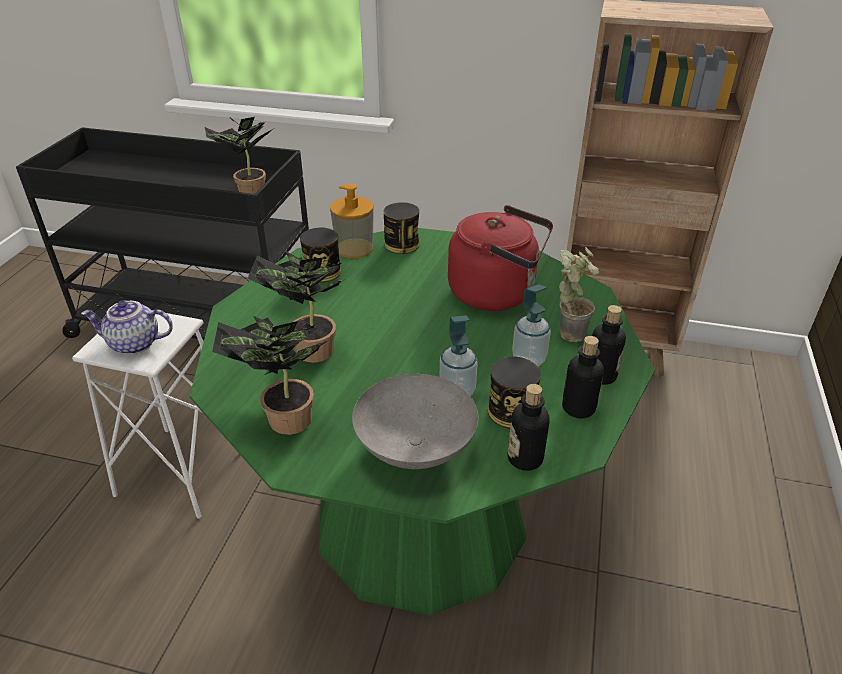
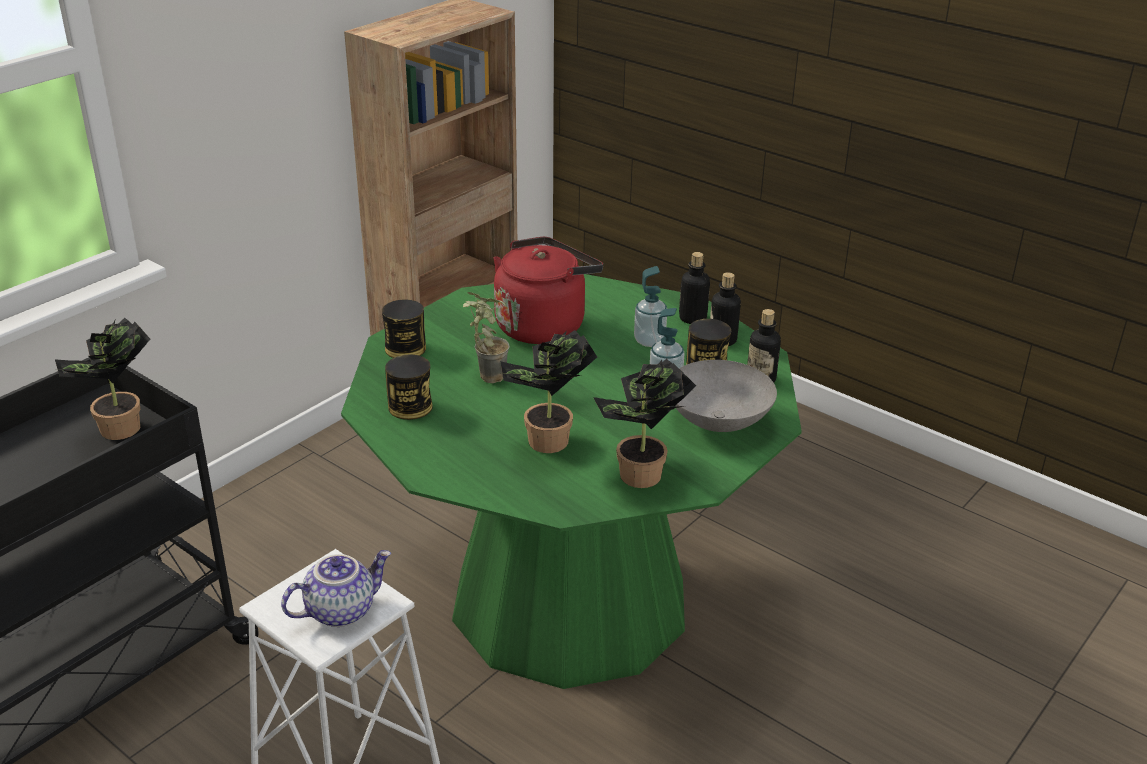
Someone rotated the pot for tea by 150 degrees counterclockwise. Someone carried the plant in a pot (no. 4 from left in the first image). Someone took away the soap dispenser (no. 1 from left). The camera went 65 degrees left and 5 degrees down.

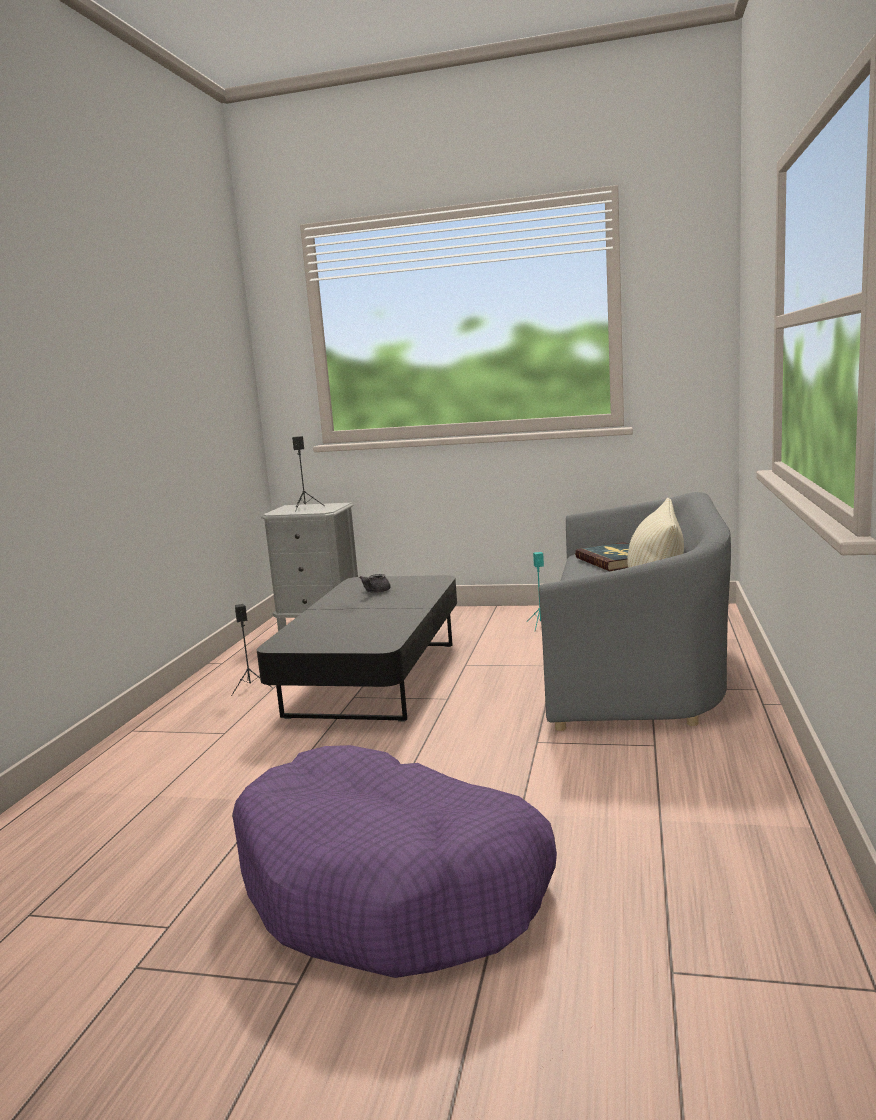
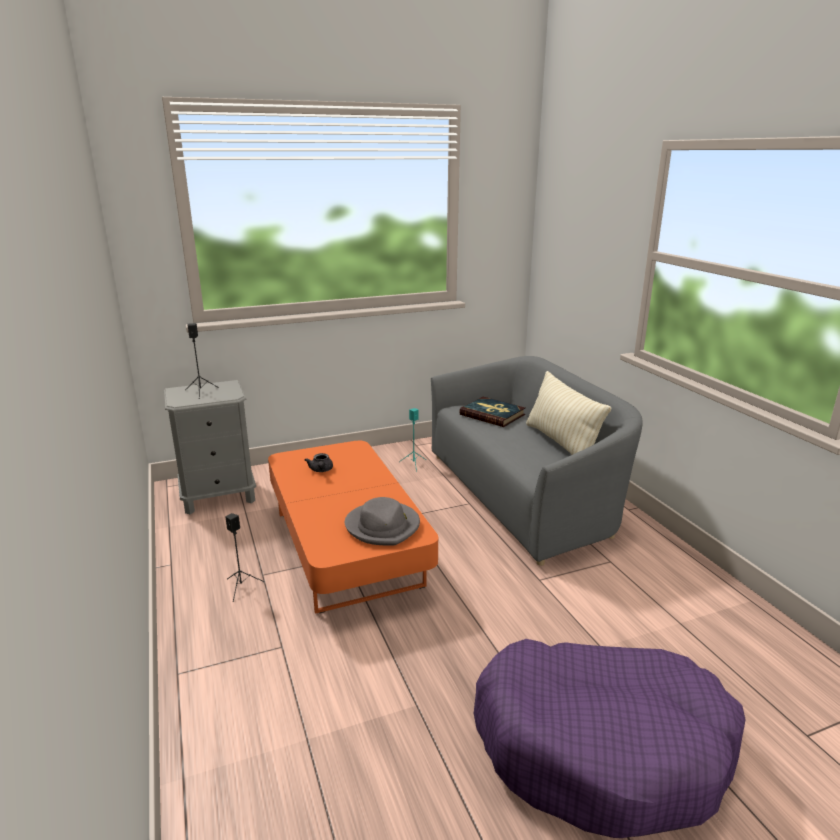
Someone repainted the blackish coffee table, which became the orange-coloured coffee table. Someone put down the grey clothing hat. The camera went 35 degrees left and 10 degrees up.

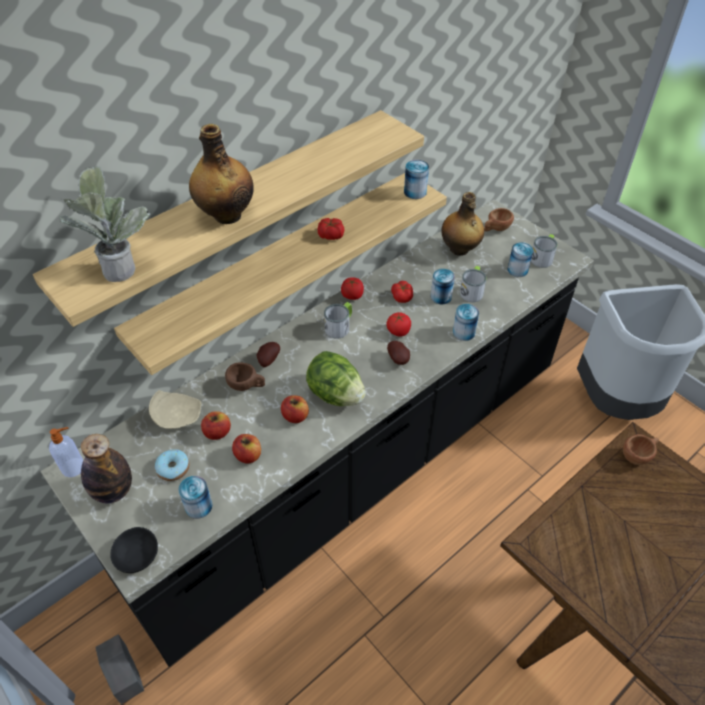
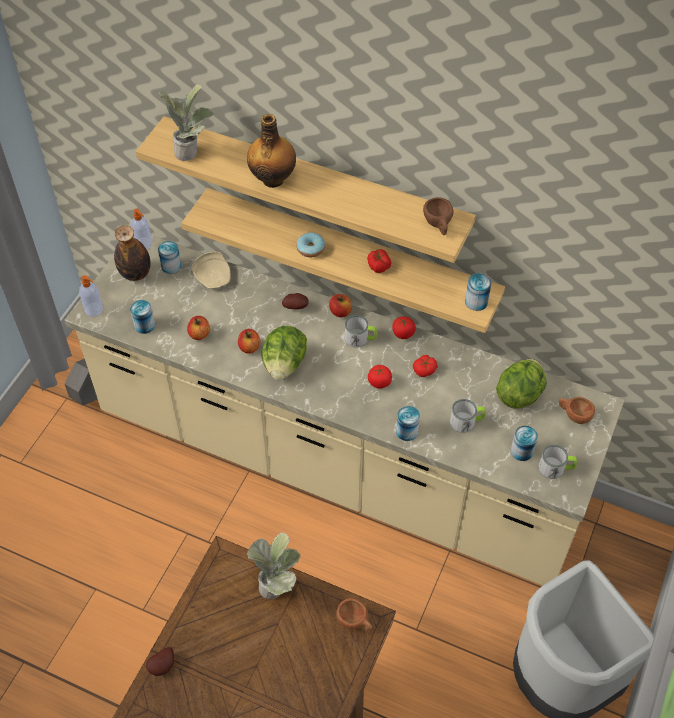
Someone repainted the blackish kitchen base unit, which became the sand-coloured kitchen base unit. Someone swapped the blackish bowl for the soap dispenser (no. 1 from left). Someone carried the spud (no. 2 from left in the first image). Someone carried the sealed can (no. 3 from left in the first image). Someone put down the plant in a pot (no. 2 from left). Someone carried the donut. Someone carried the whole apple (no. 1 from left in the first image). Someone carried the brown-coloured cup (no. 1 from left in the first image). Someone swapped the bottle (no. 3 from left) for the head of lettuce (no. 2 from left). The camera went 65 degrees right and 5 degrees up.

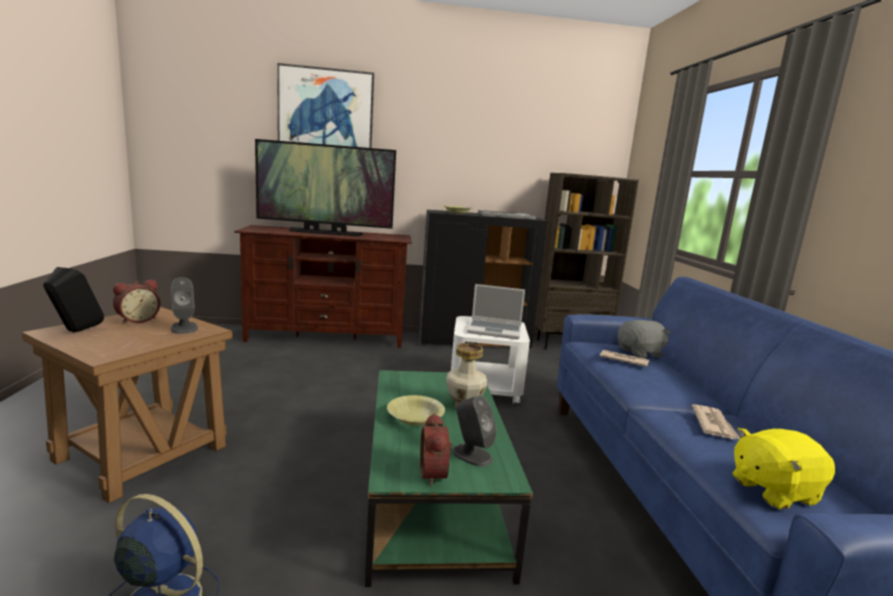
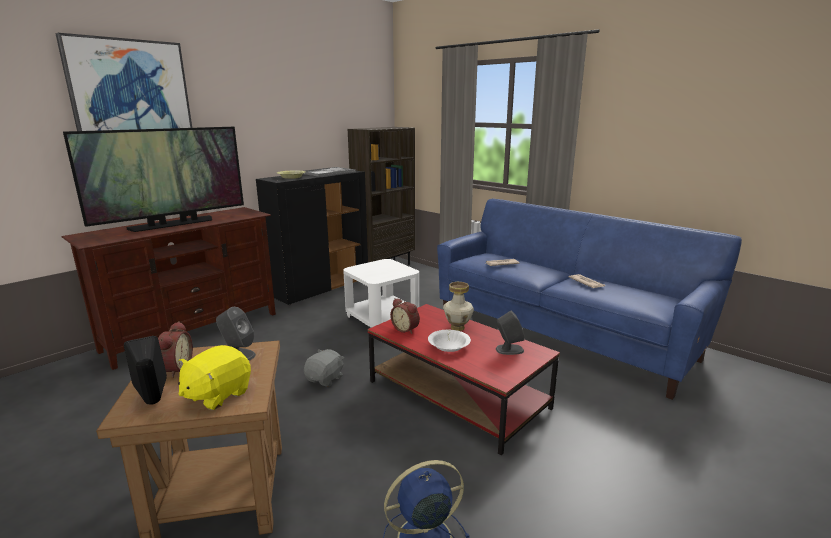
Someone carried the yellow plush toy. Someone carried the grey plush toy. Someone repainted the greenish coffee table, which became the reddish coffee table. Someone carried the alarm clock (no. 2 from left). Someone repainted the yellow bowl (no. 1 from left), which became the white-coloured bowl. Someone took away the notebook computer. The camera went 40 degrees left and 5 degrees up.

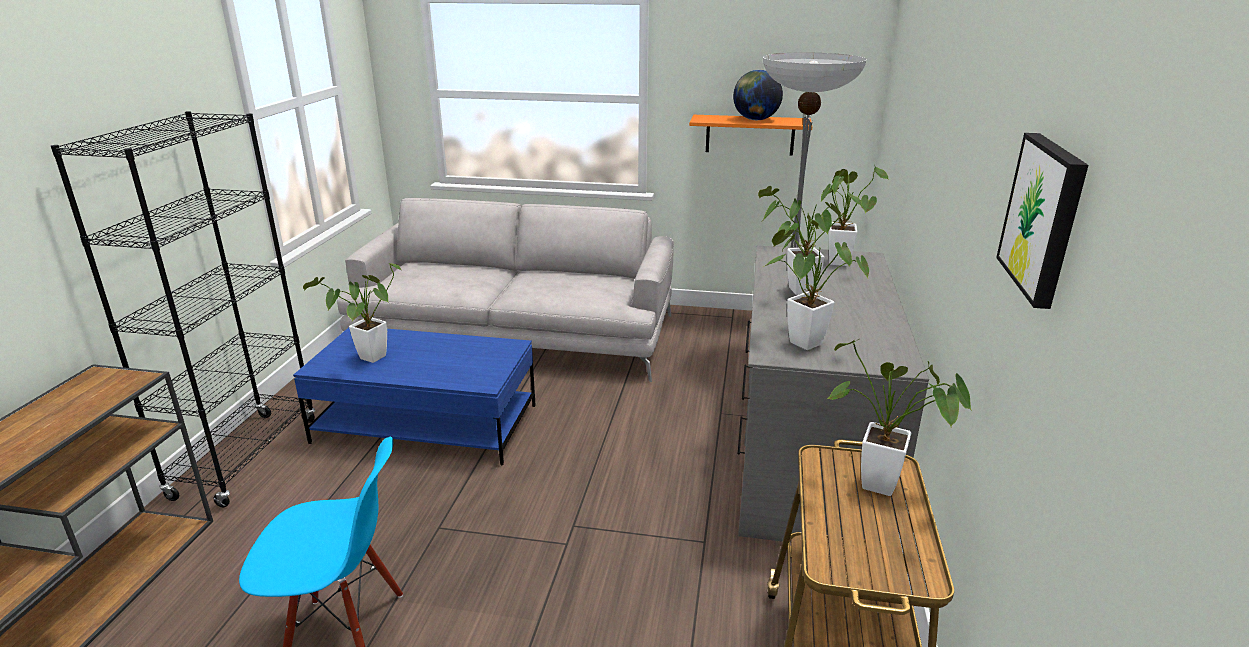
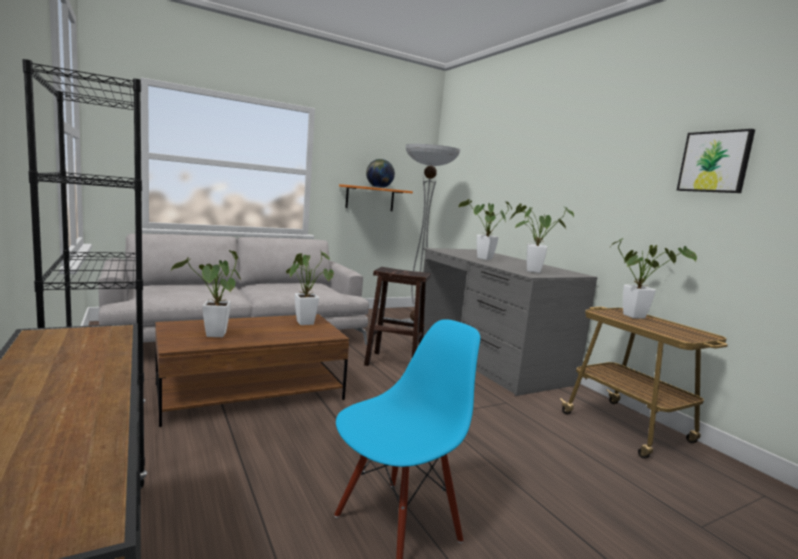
Someone repainted the blue-coloured coffee table, which became the brown-coloured coffee table. Someone carried the plant in a pot (no. 4 from left in the first image). Someone put down the brown-coloured stool seat. The camera went 40 degrees left and 15 degrees down.

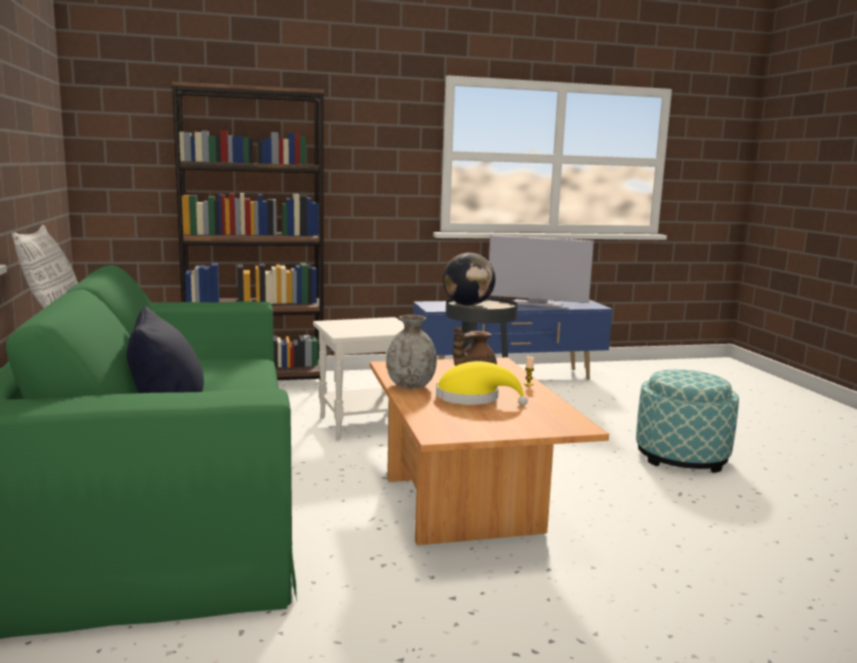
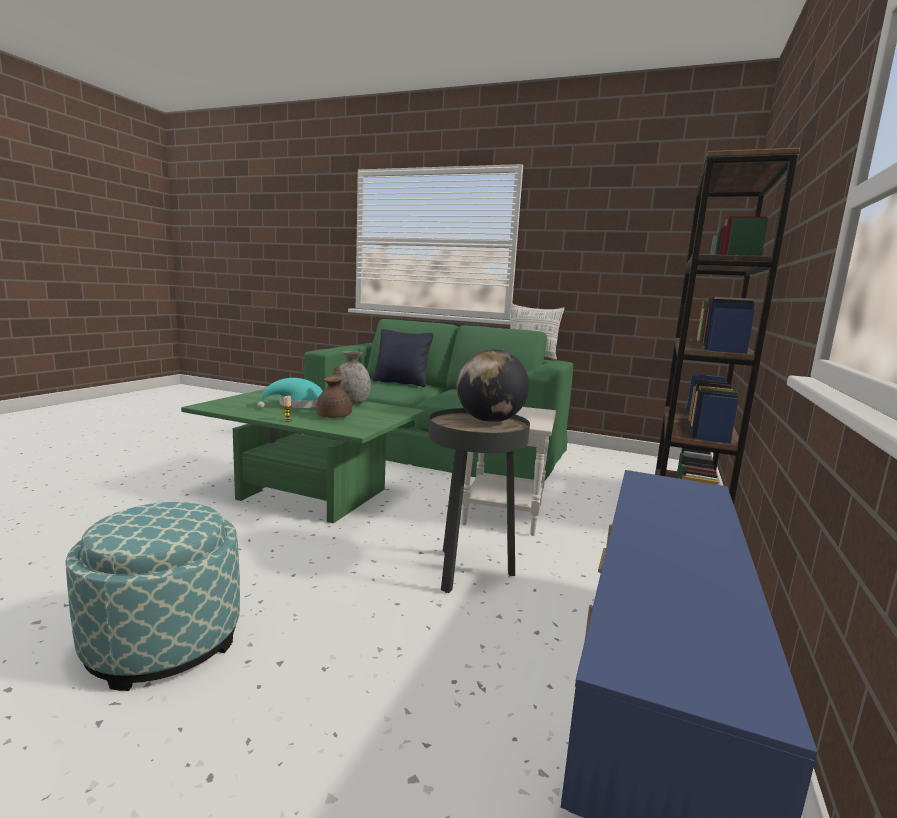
Someone repainted the brown-coloured coffee table, which became the greenish coffee table. Someone repainted the yellow clothing hat, which became the turquoise-coloured clothing hat. Someone took away the TV set. The camera went 125 degrees right and 0 degrees up.

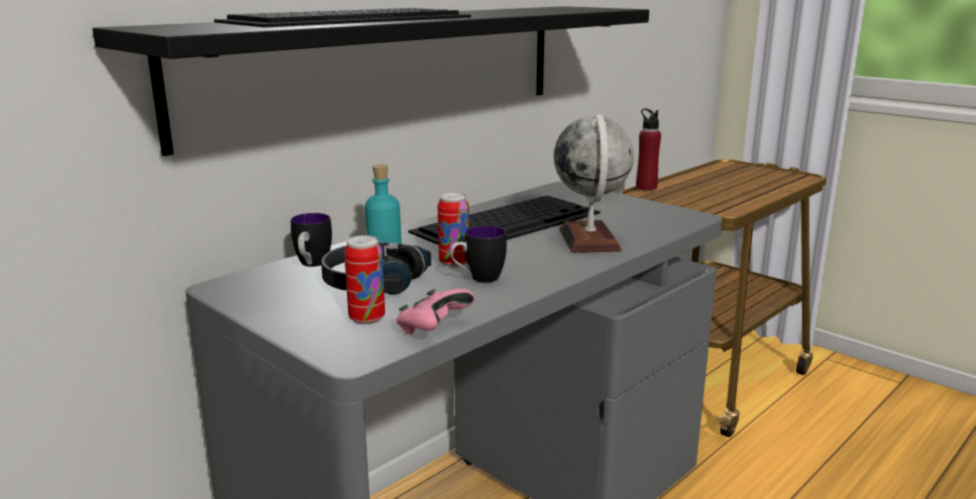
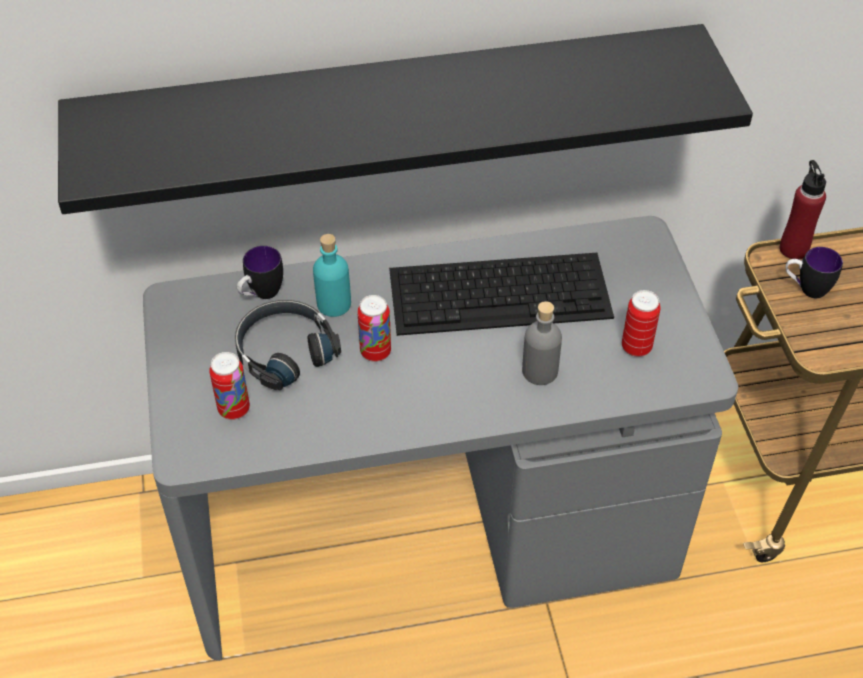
Someone swapped the world globe for the grey bottle. Someone put down the sealed can (no. 3 from left). Someone carried the tea mug (no. 2 from left). Someone took away the keyboard (no. 1 from left). Someone took away the pink-coloured joypad. The camera went 35 degrees right and 30 degrees up.

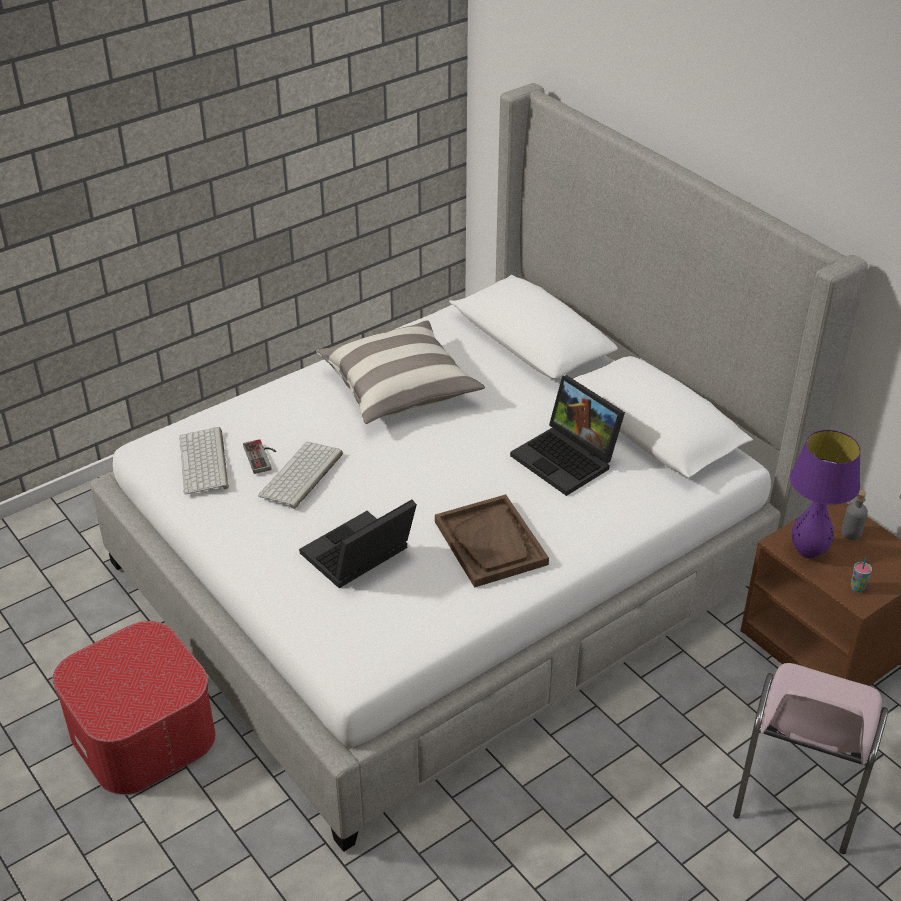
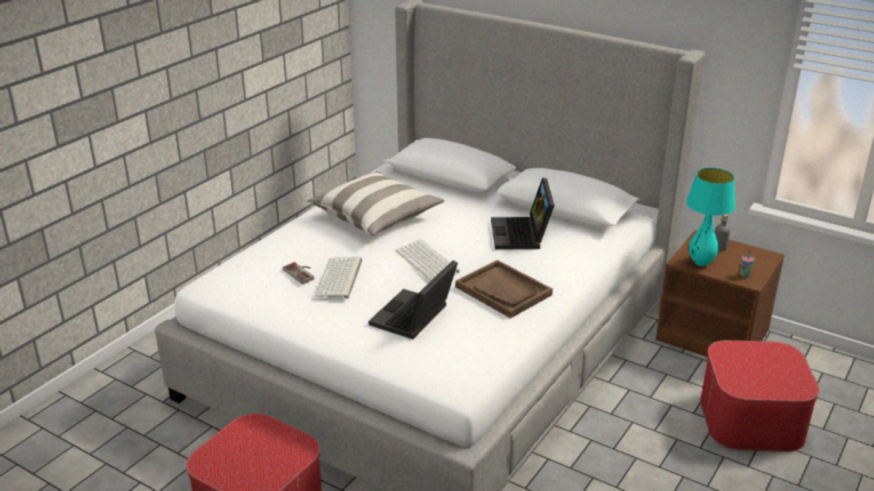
Someone carried the keyboard (no. 1 from left in the first image). Someone rotated the notebook computer (no. 2 from left) by 60 degrees clockwise. Someone repainted the purplish tabletop lamp, which became the turquoise-coloured tabletop lamp. Someone swapped the pink-coloured plain chair for the pouffe (no. 2 from left). The camera went 20 degrees left and 10 degrees down.

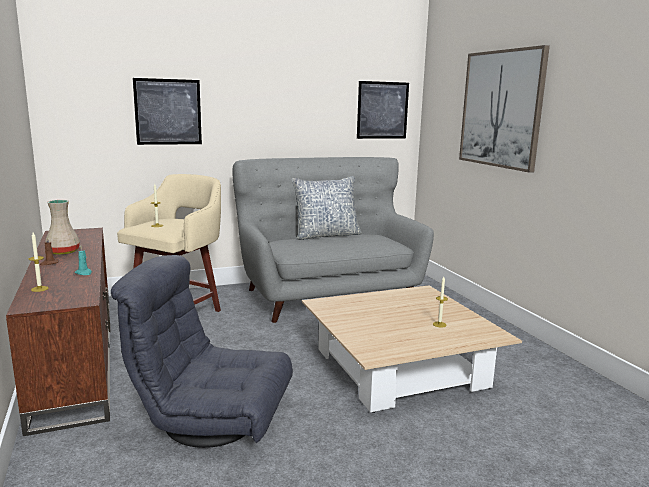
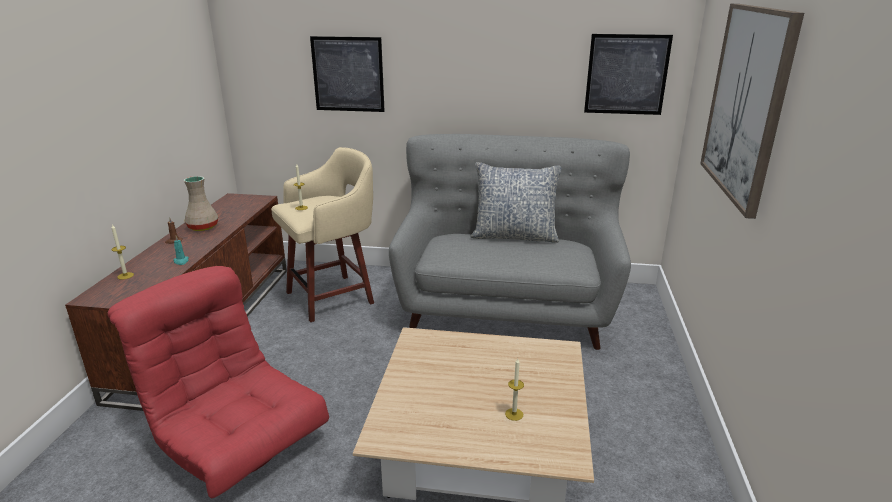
Someone repainted the grey lounge chair, which became the reddish lounge chair. The camera went 30 degrees right and 10 degrees up.

